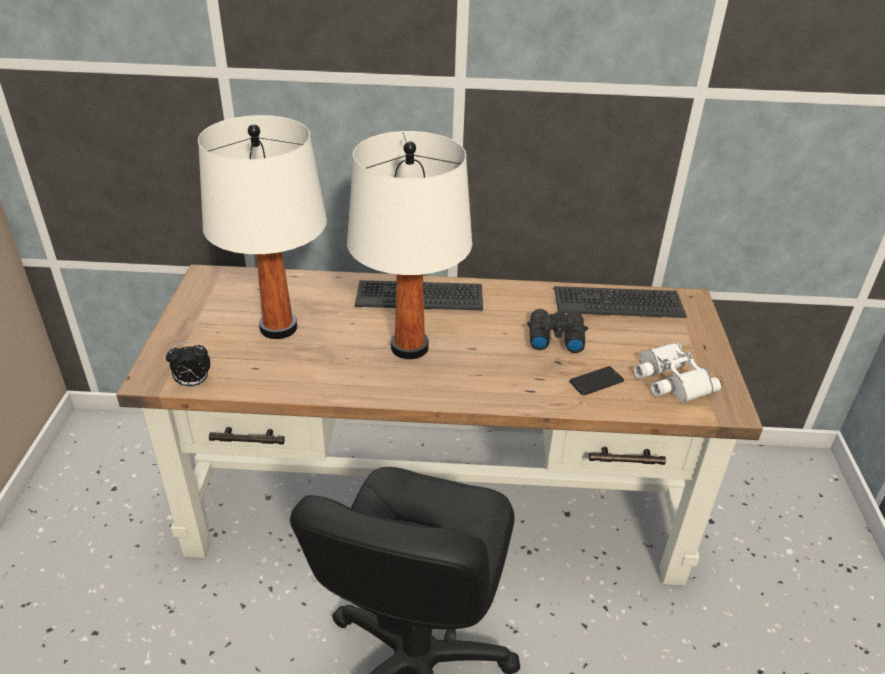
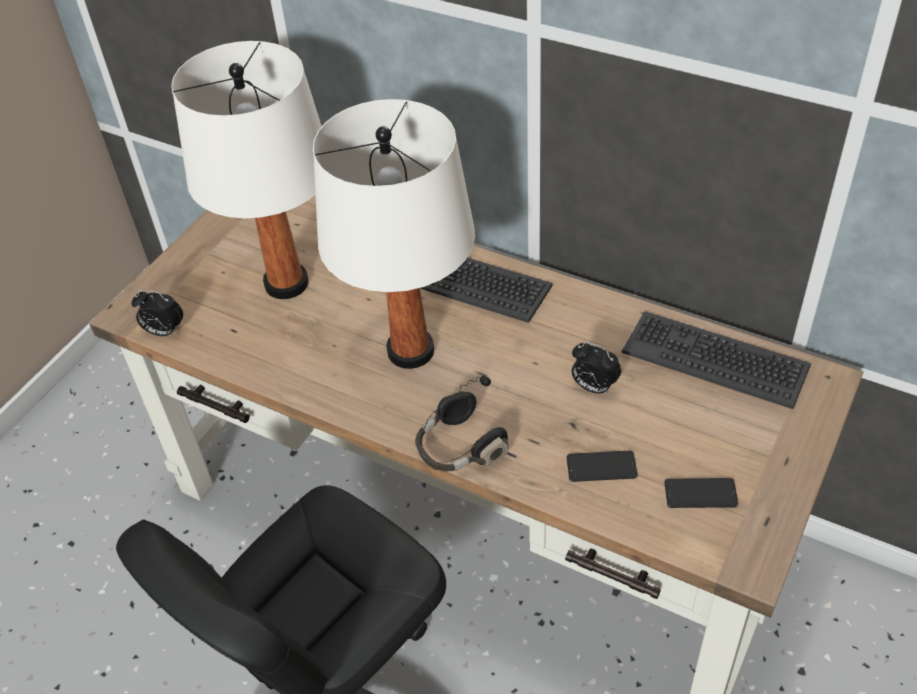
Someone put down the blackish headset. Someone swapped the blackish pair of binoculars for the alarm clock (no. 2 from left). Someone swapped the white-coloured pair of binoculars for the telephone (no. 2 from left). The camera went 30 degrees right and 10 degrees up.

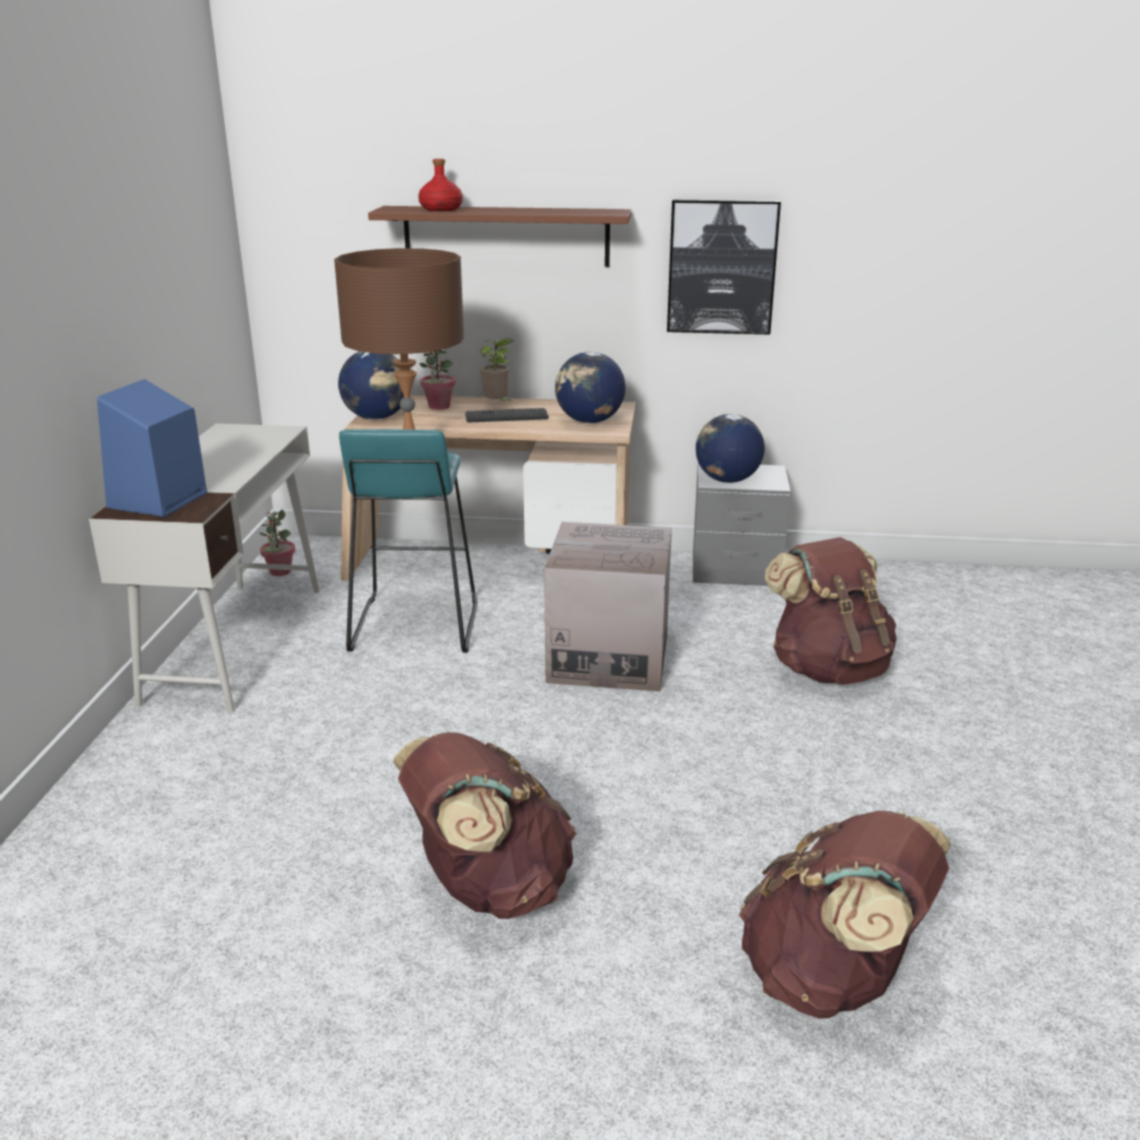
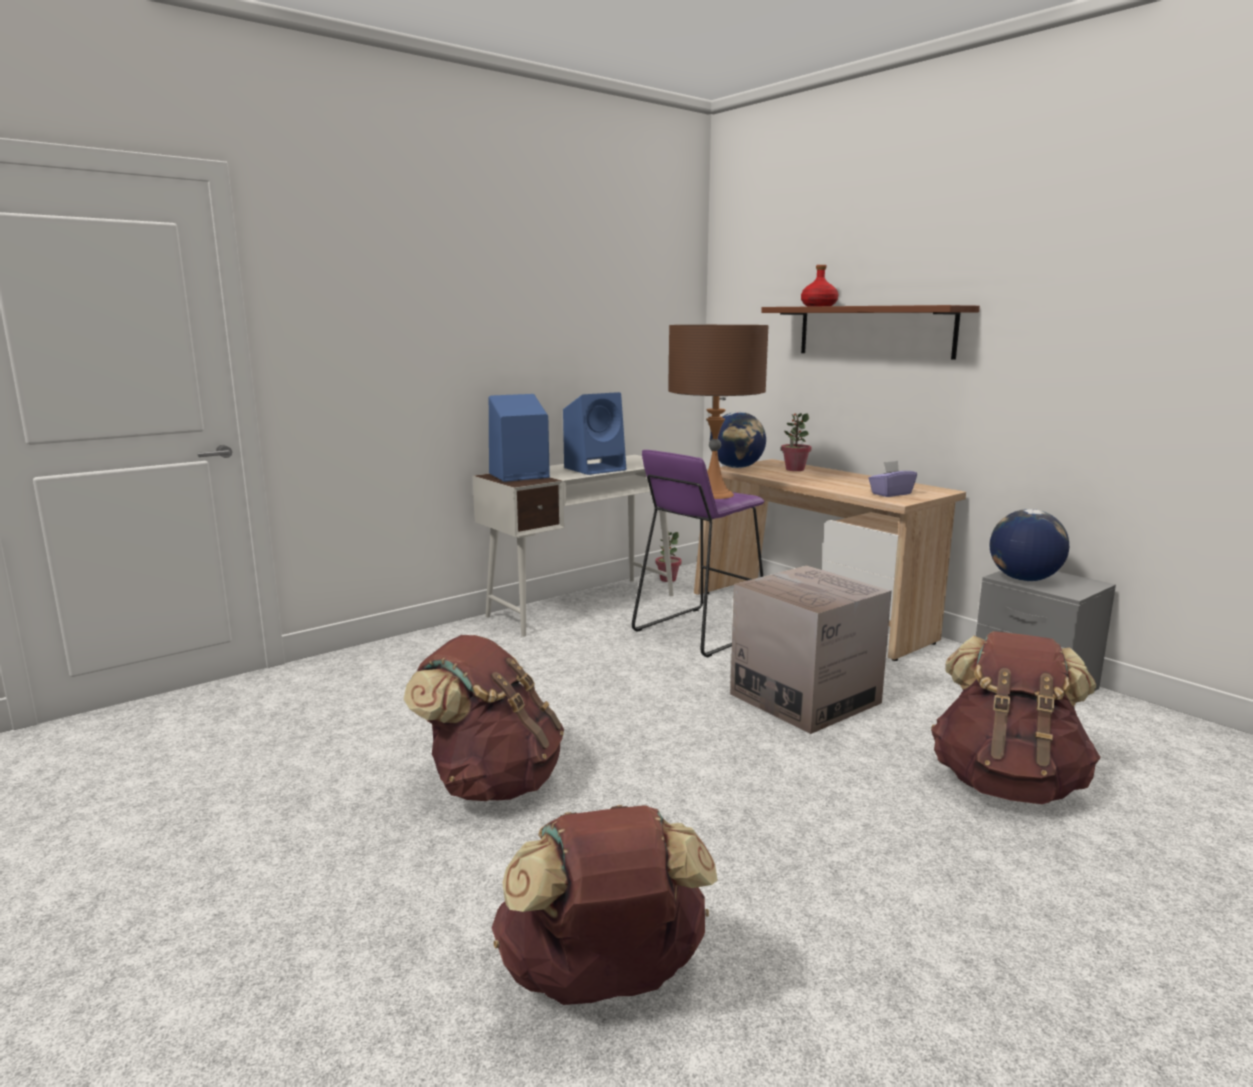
Someone put down the blue-coloured loudspeaker (no. 2 from left). Someone repainted the turquoise-coloured stool seat, which became the purplish stool seat. Someone swapped the world globe (no. 2 from left) for the purplish tissue holder. Someone took away the keyboard. Someone took away the plant in a pot (no. 3 from left). Someone took away the wall picture. The camera went 45 degrees right and 10 degrees down.

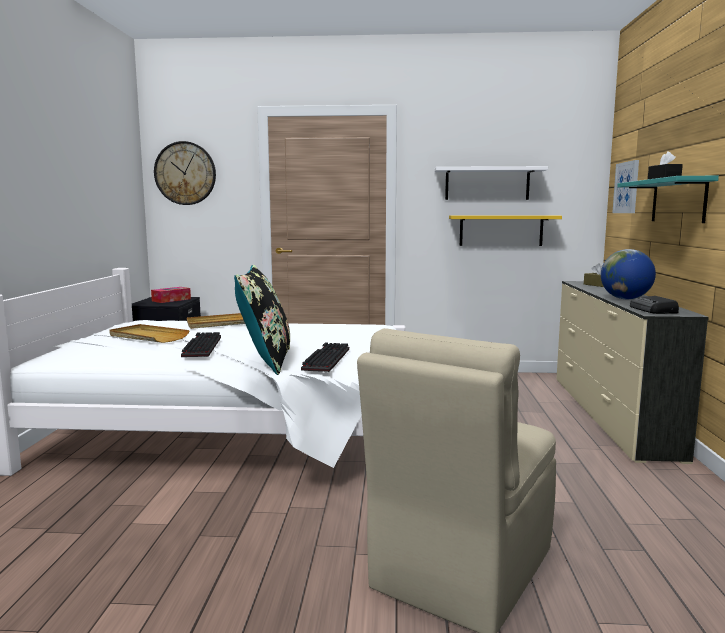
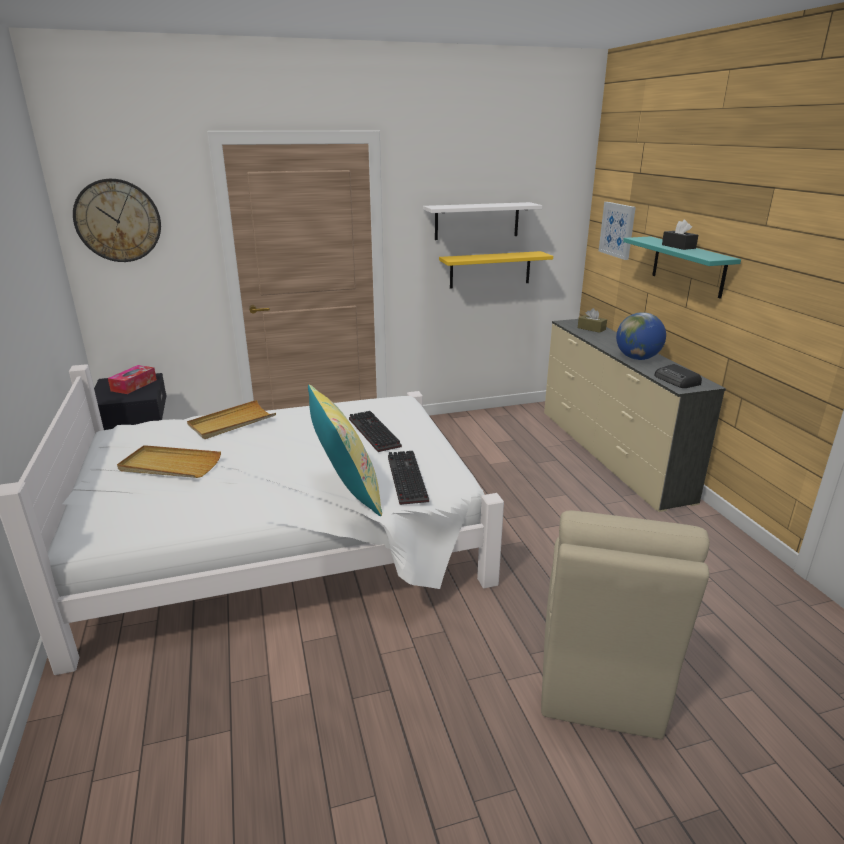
Someone repainted the blackish throw pillow, which became the yellow throw pillow. Someone carried the keyboard (no. 1 from left). The camera went 20 degrees left and 15 degrees up.

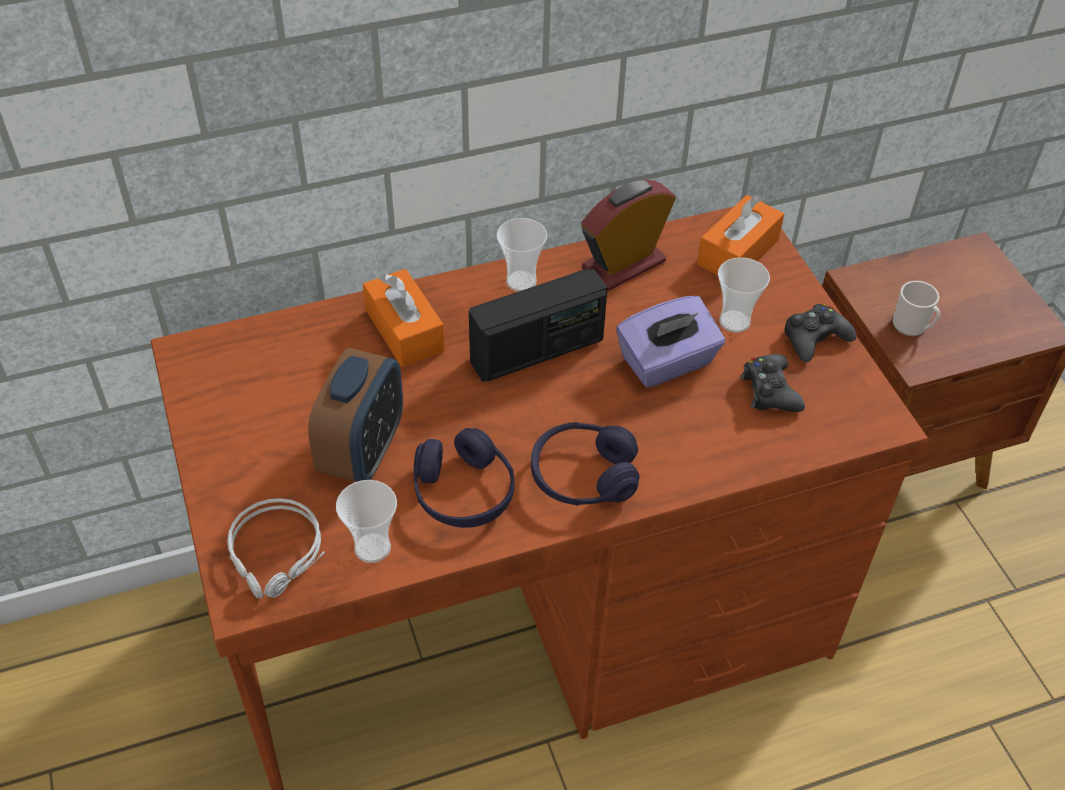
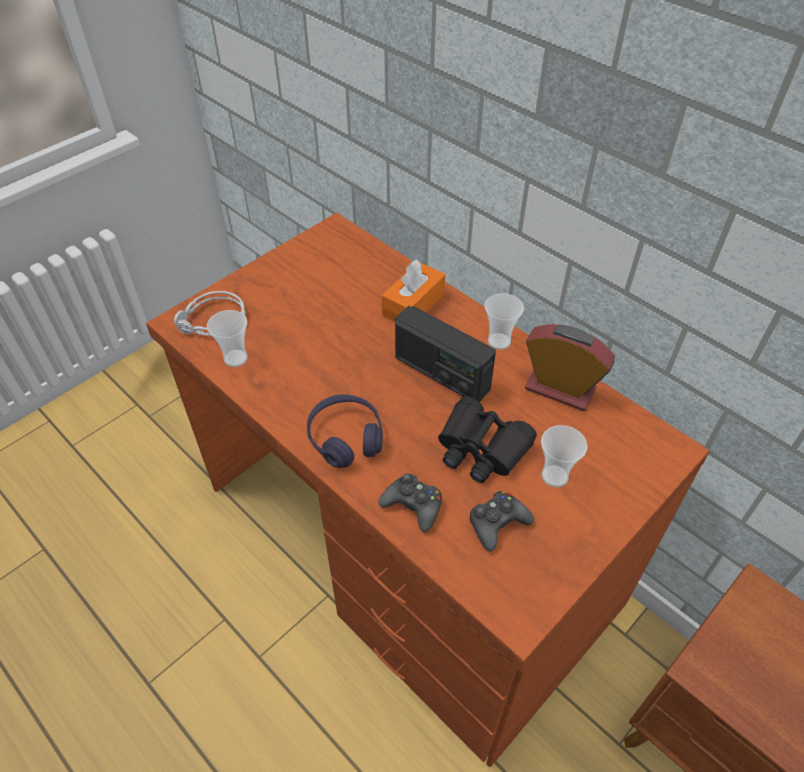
Someone carried the blackish joypad (no. 2 from left in the first image). Someone swapped the purplish tissue holder for the blackish pair of binoculars. Someone took away the alarm clock (no. 1 from left). Someone took away the purplish headset (no. 1 from left). Someone took away the orange-coloured tissue holder (no. 2 from left). Someone took away the tea mug. The camera went 65 degrees right and 0 degrees up.

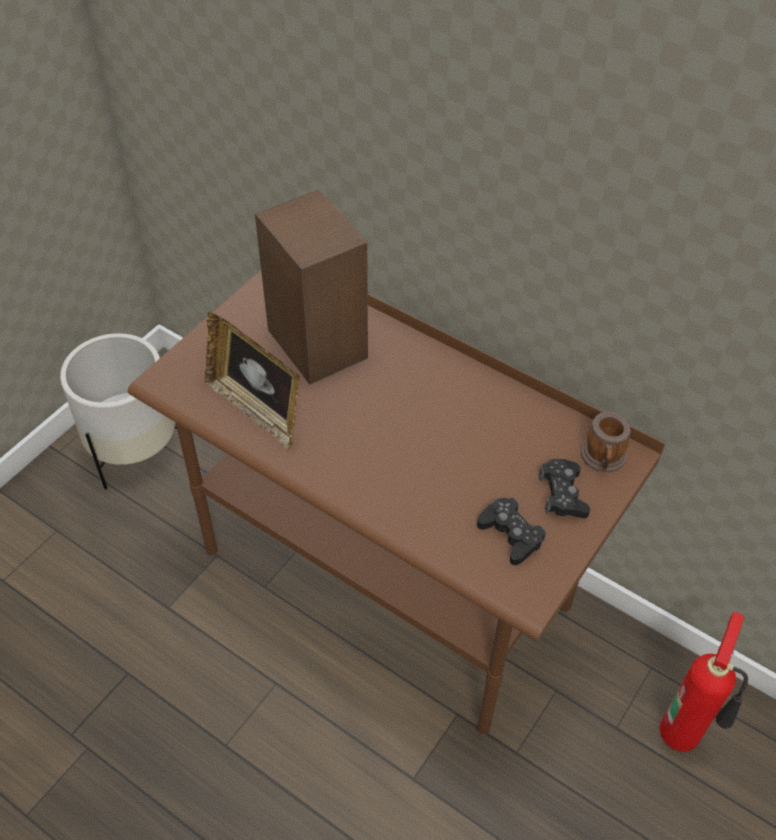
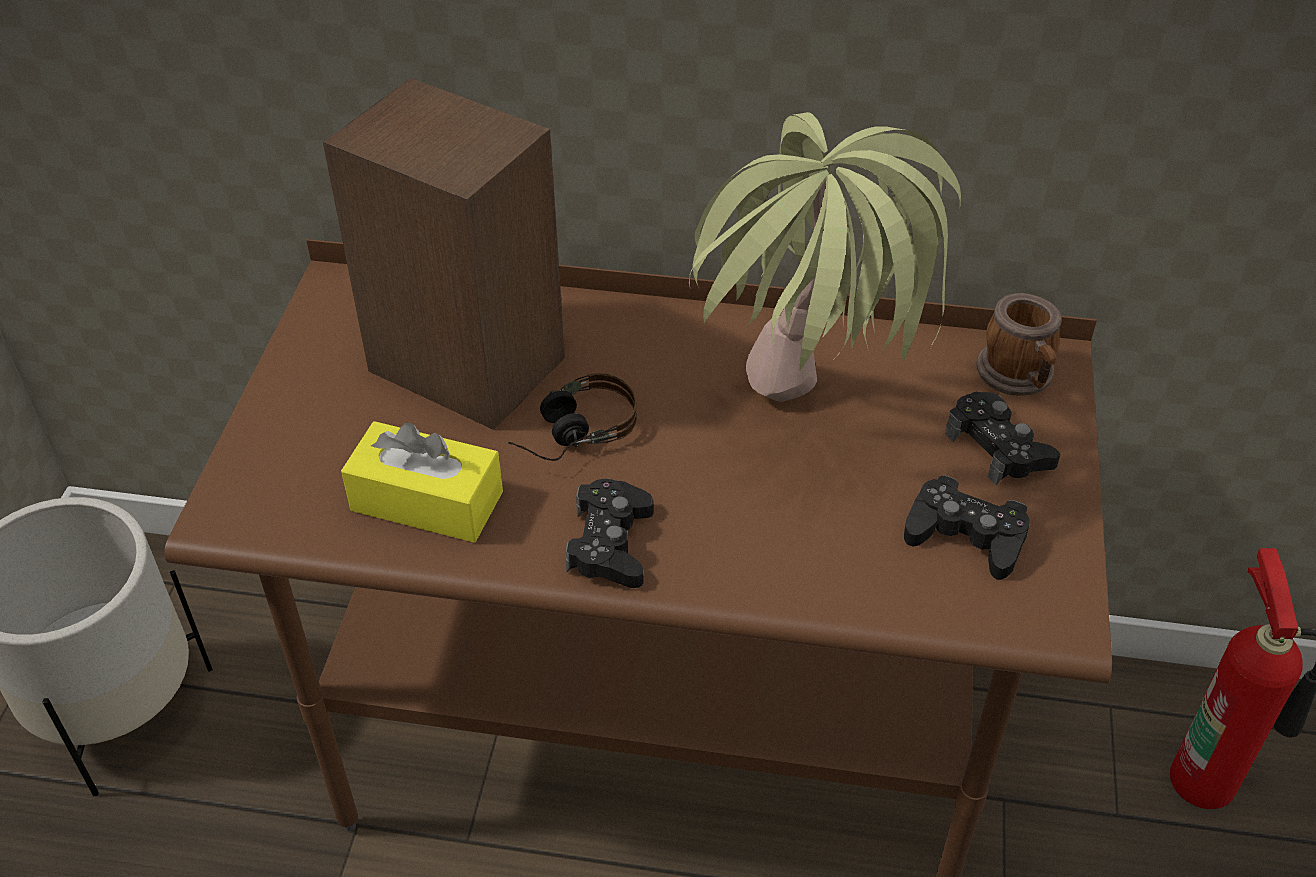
Someone swapped the picture frame for the yellow tissue holder. Someone put down the headset. Someone put down the blackish joypad (no. 1 from left). Someone put down the plant in a pot. The camera went 25 degrees left and 5 degrees down.

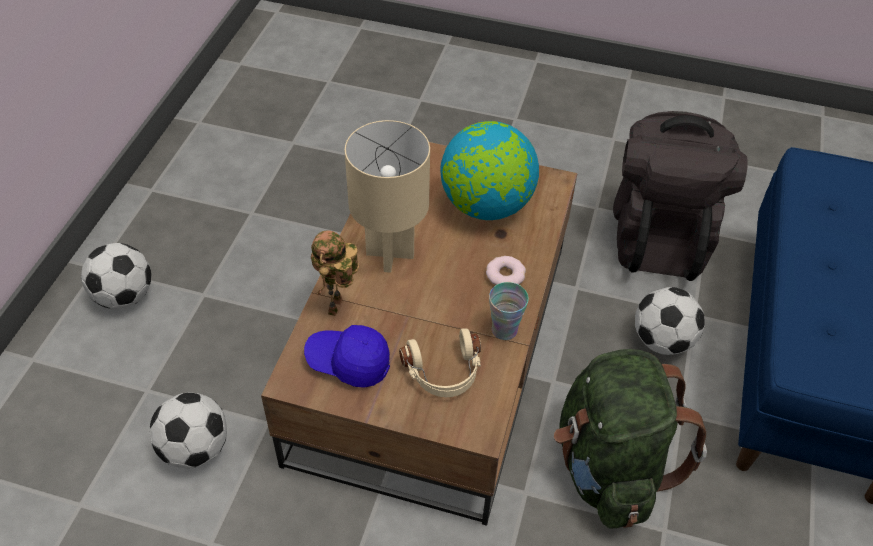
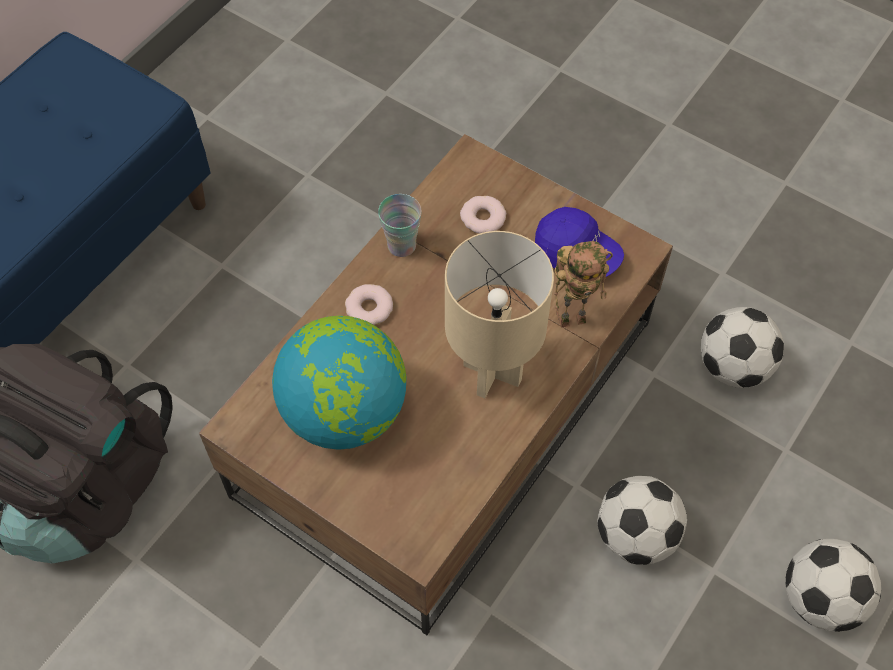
Someone swapped the sand-coloured headset for the donut (no. 2 from left). Someone rotated the toy robot by 45 degrees clockwise. Someone carried the football (no. 3 from left in the first image). Someone took away the greenish knapsack. The camera went 160 degrees left and 10 degrees up.

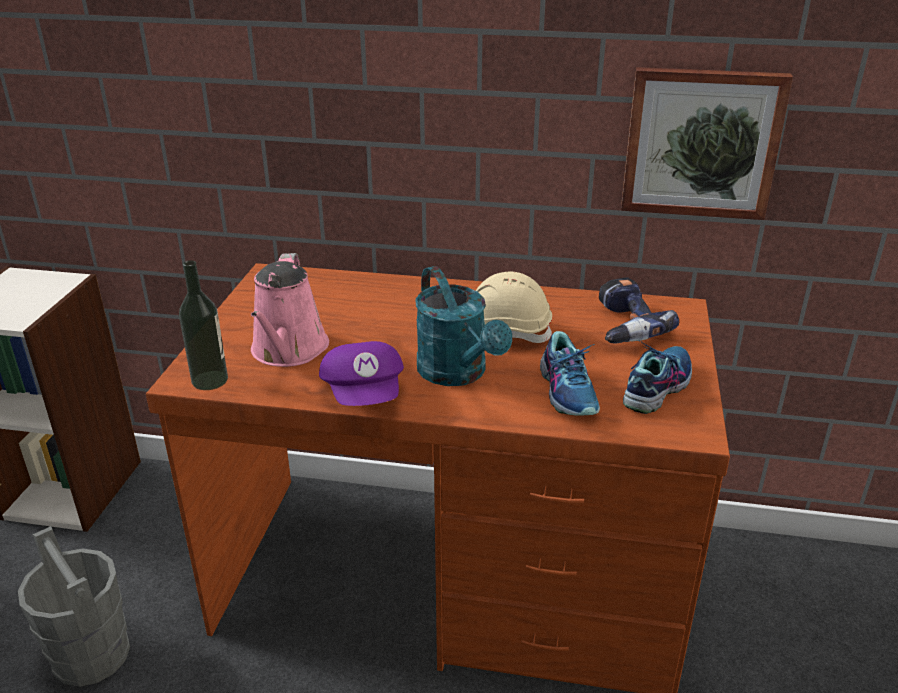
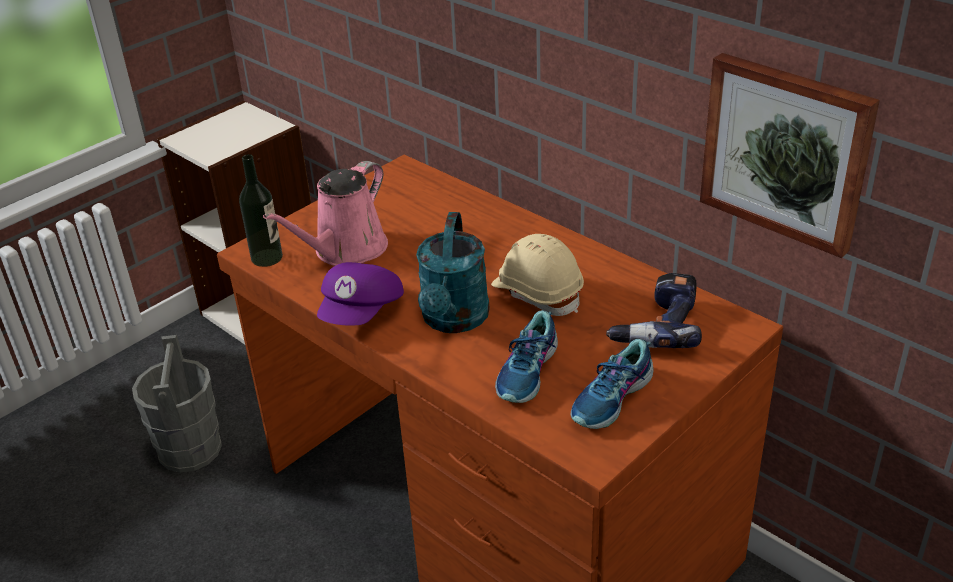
Someone rotated the low shoe (no. 2 from left) by 150 degrees clockwise. The camera went 35 degrees right and 5 degrees up.

